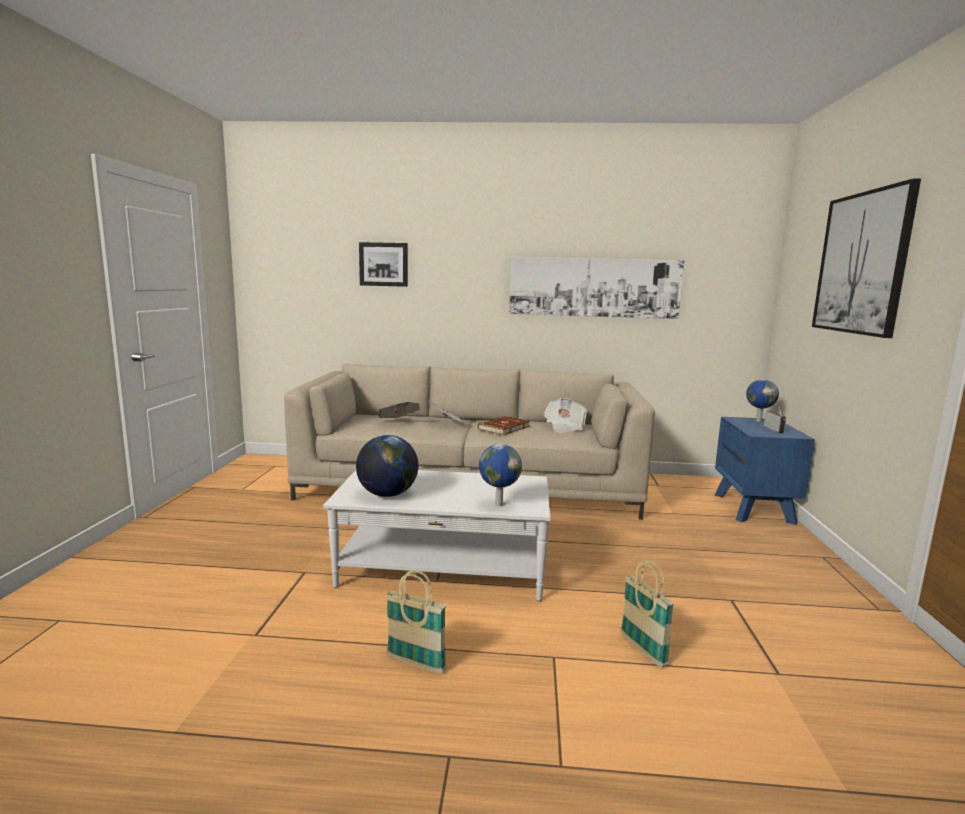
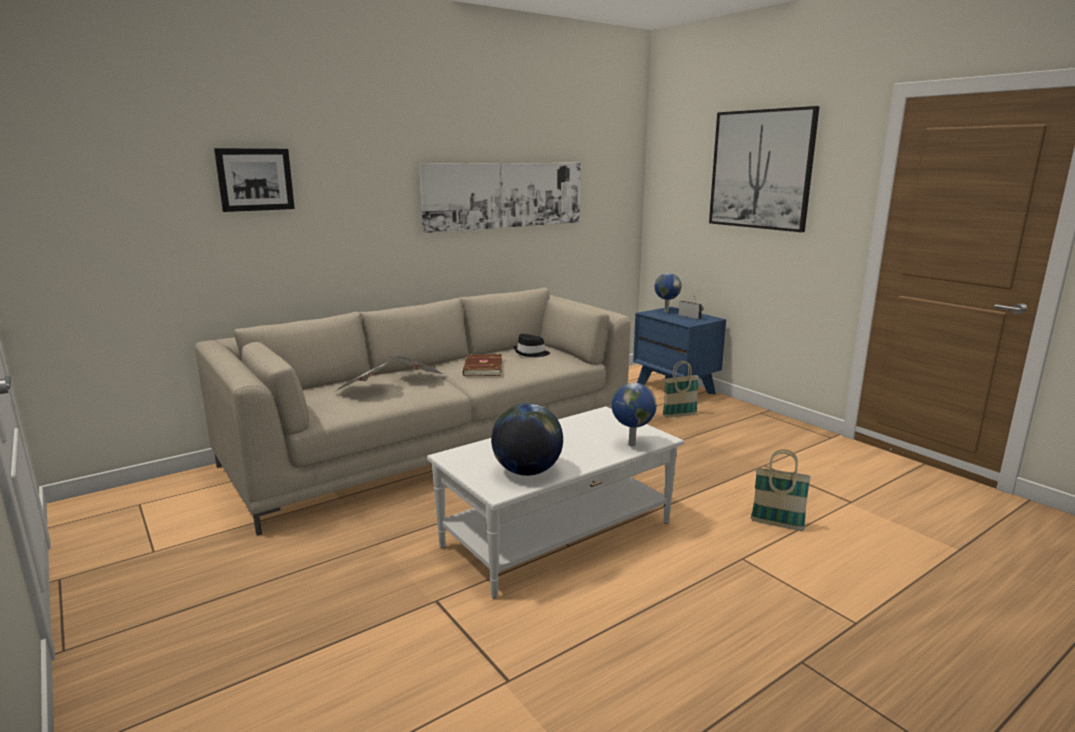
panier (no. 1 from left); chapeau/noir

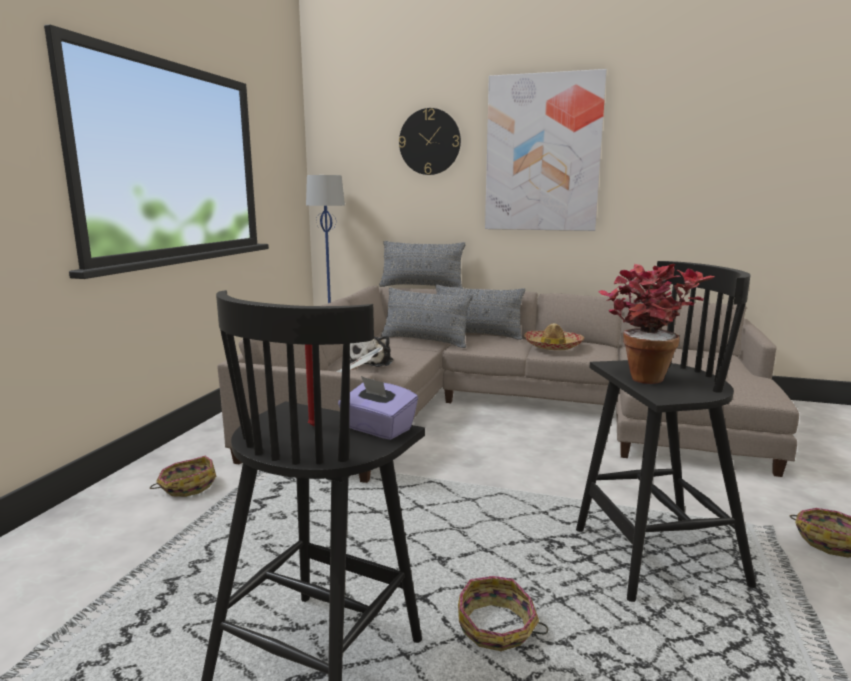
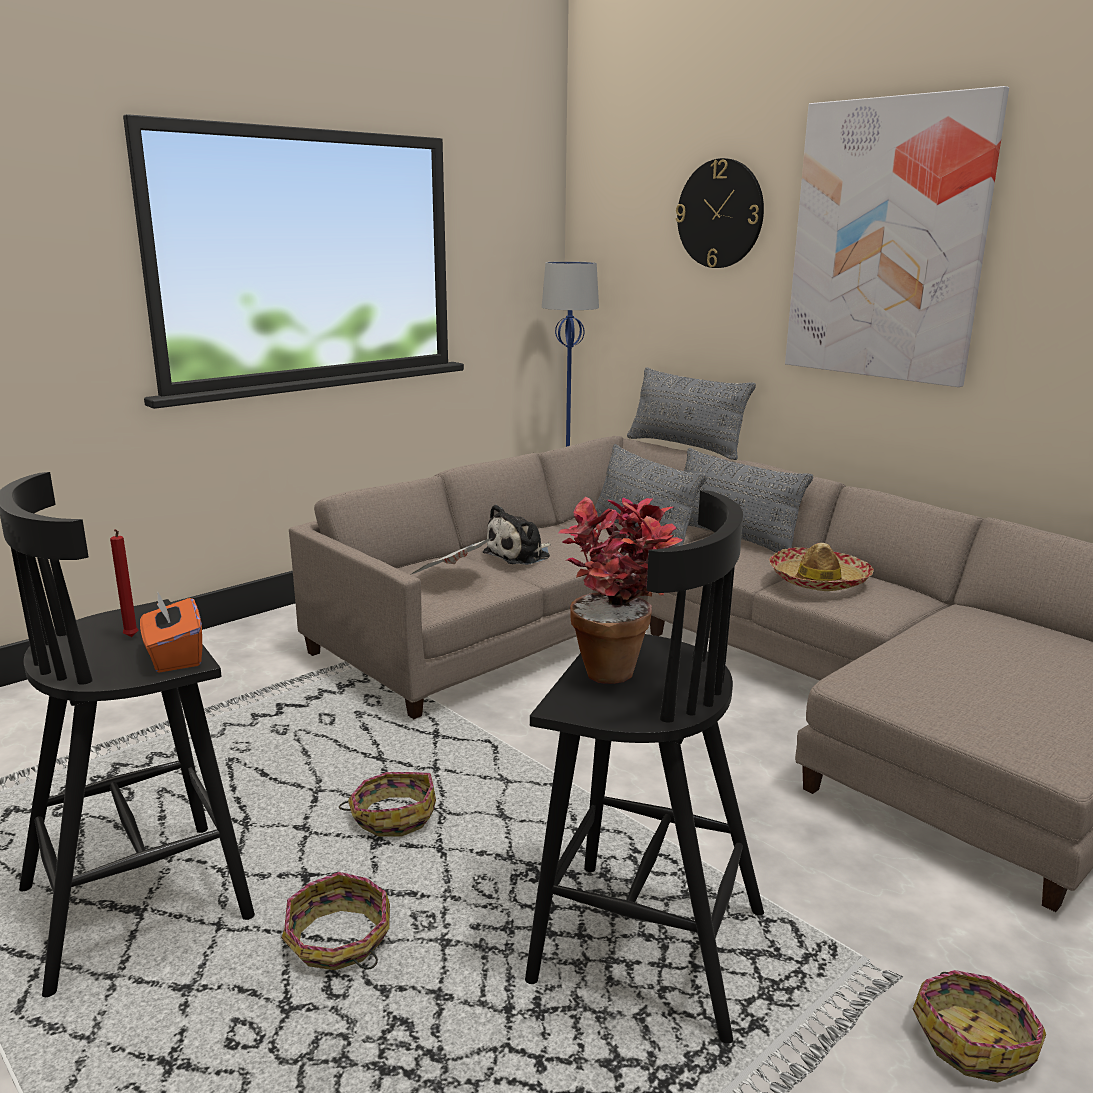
panier (no. 2 from left); boîte à mouchoirs/orange

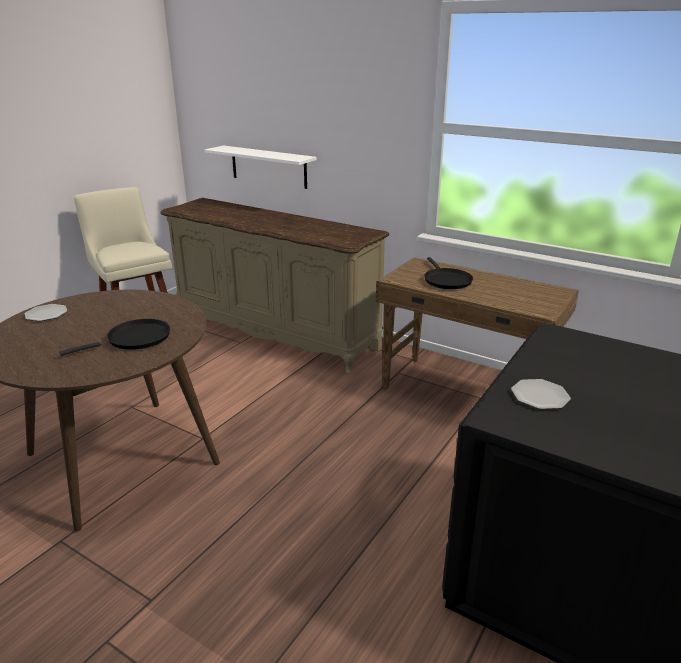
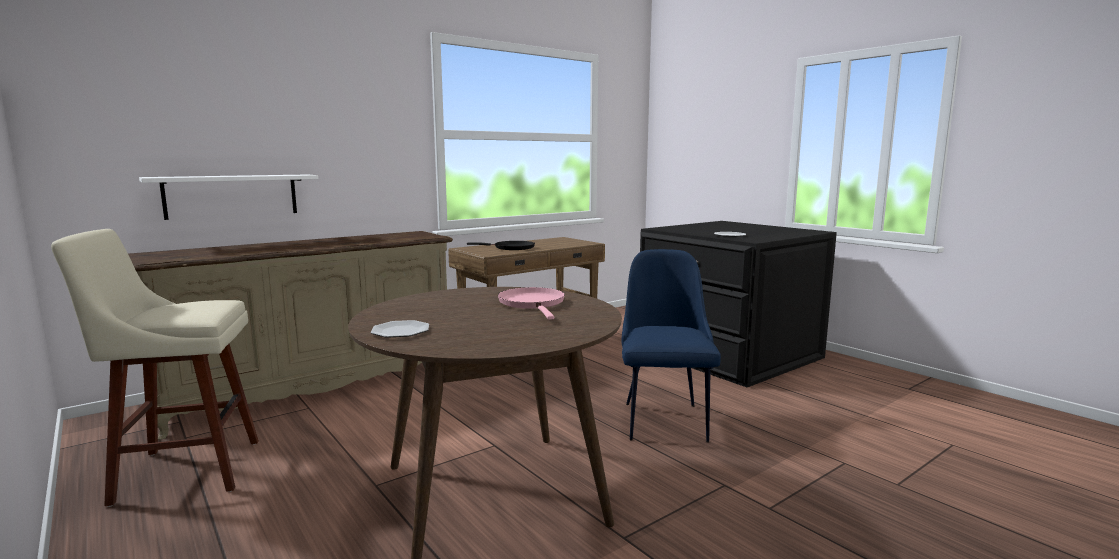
poêle/rose; chaise/bleu

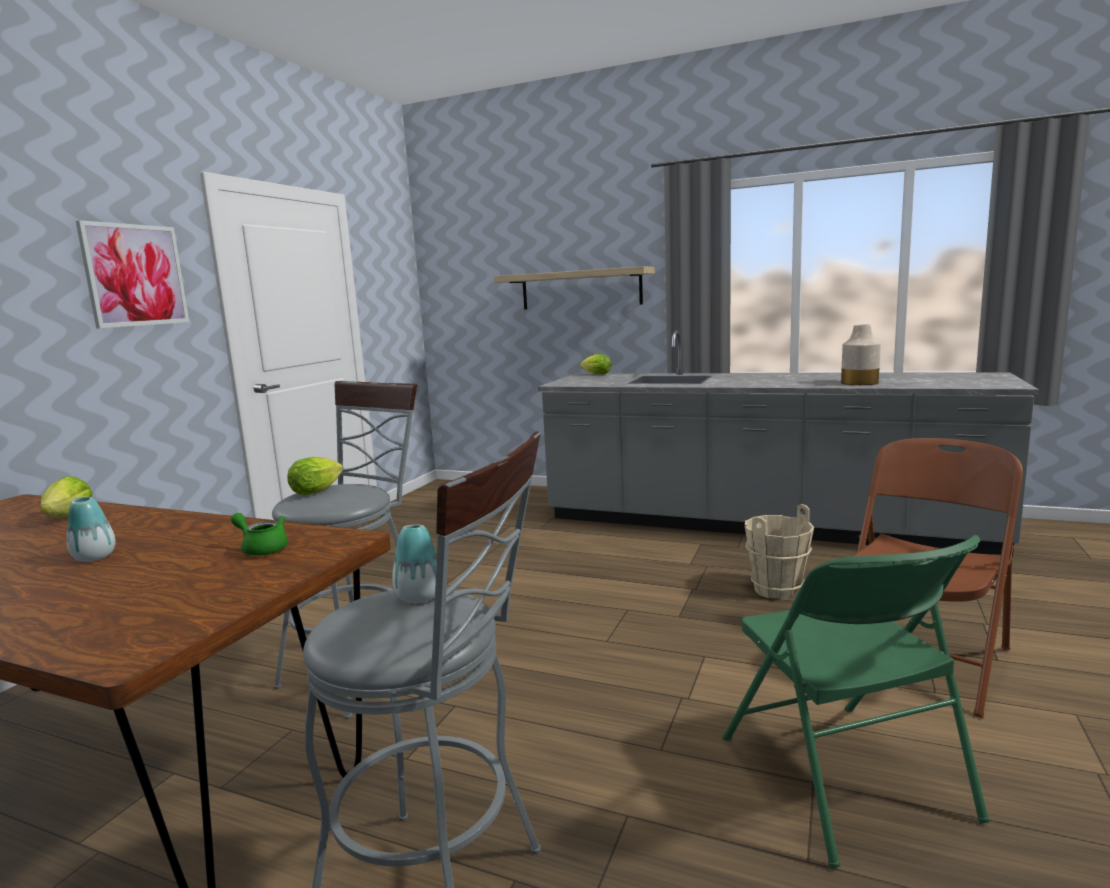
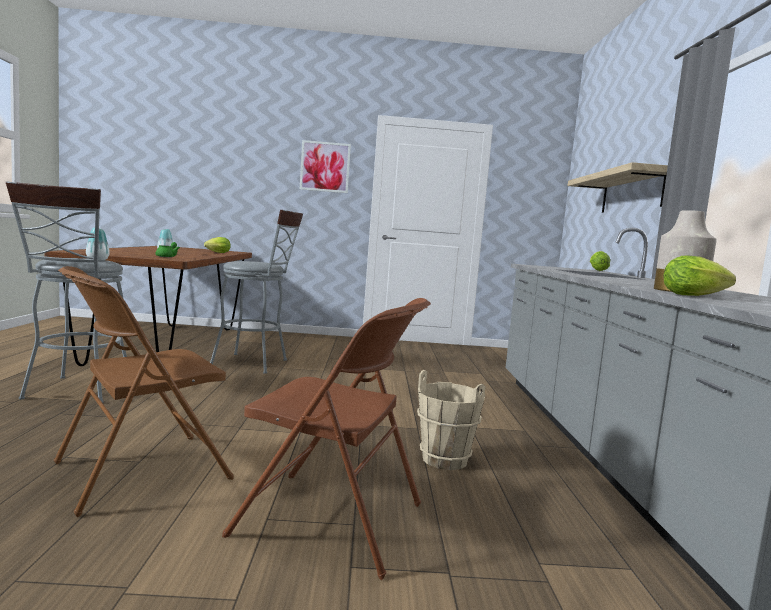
laitue (no. 3 from left); chaise/marron (no. 1 from left)

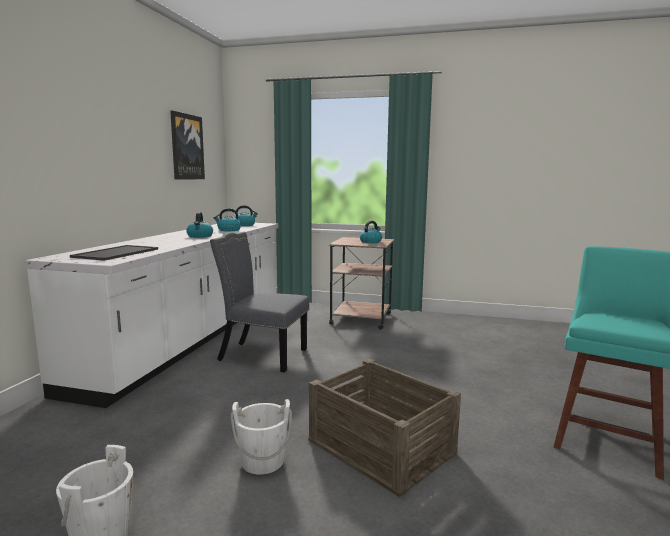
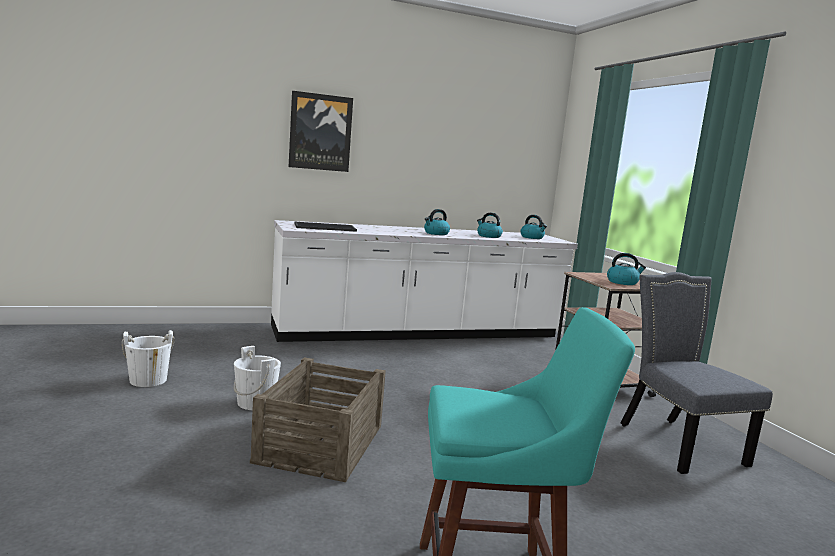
tableau; chaise/gris

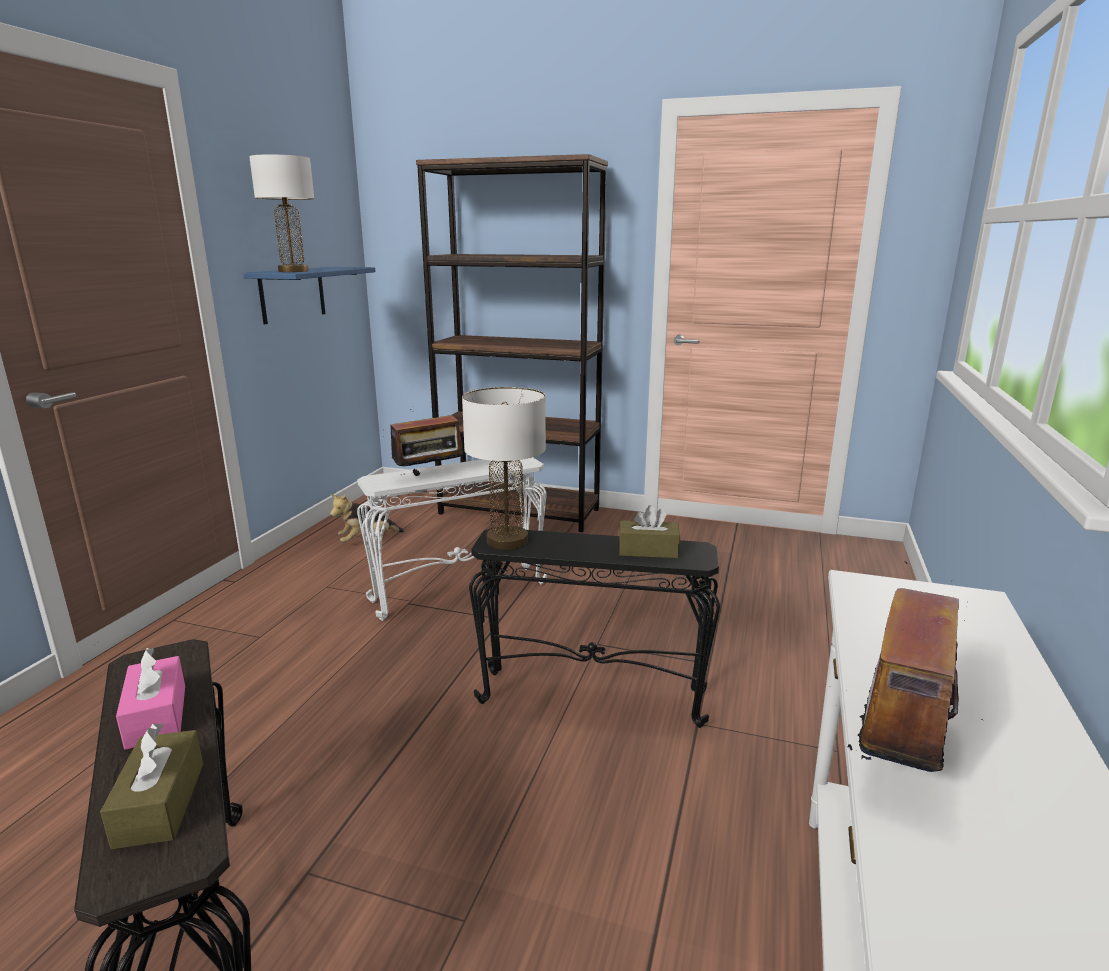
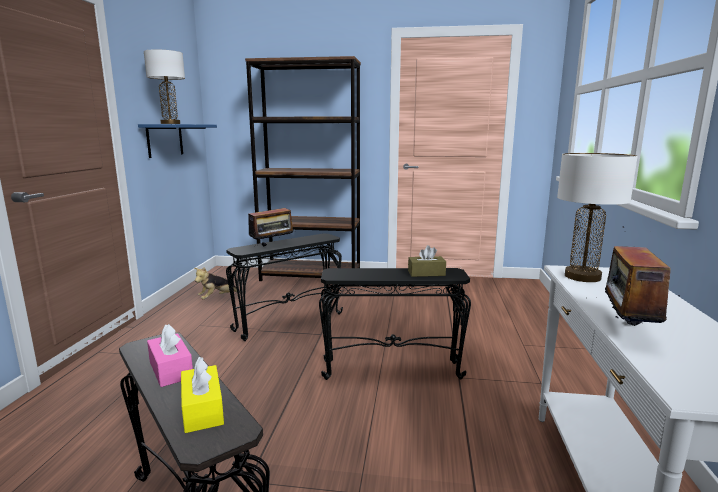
boîte à mouchoirs/jaune; table d'appoint/noir (no. 2 from left); lampe de table (no. 2 from left)

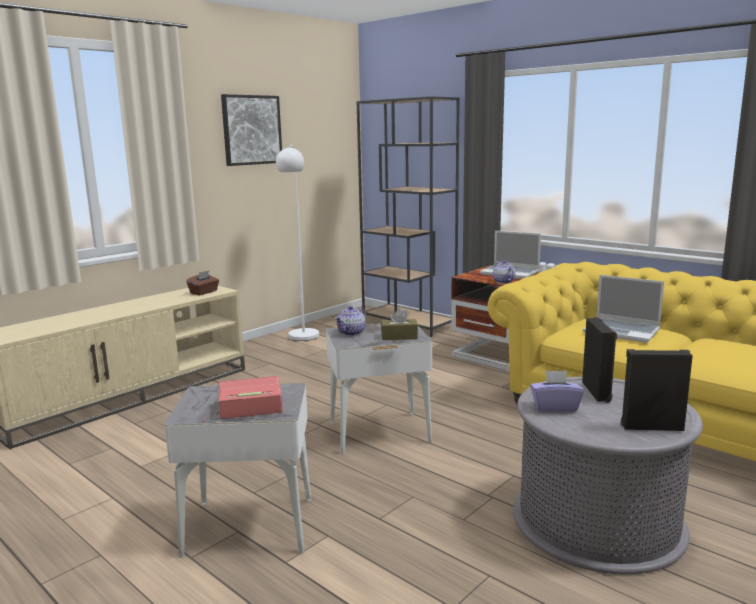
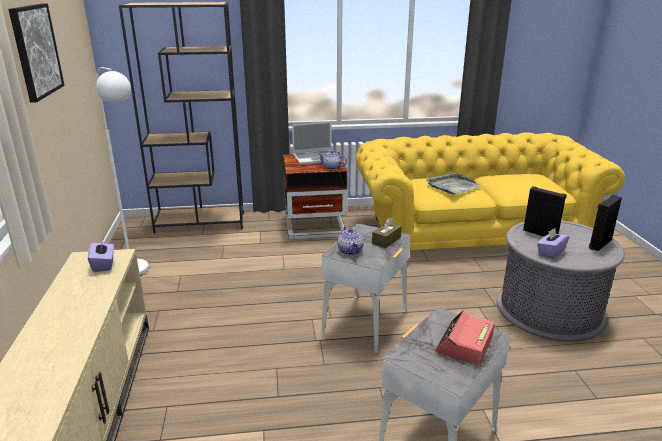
boîte à mouchoirs/violet (no. 1 from left); plateau/gris

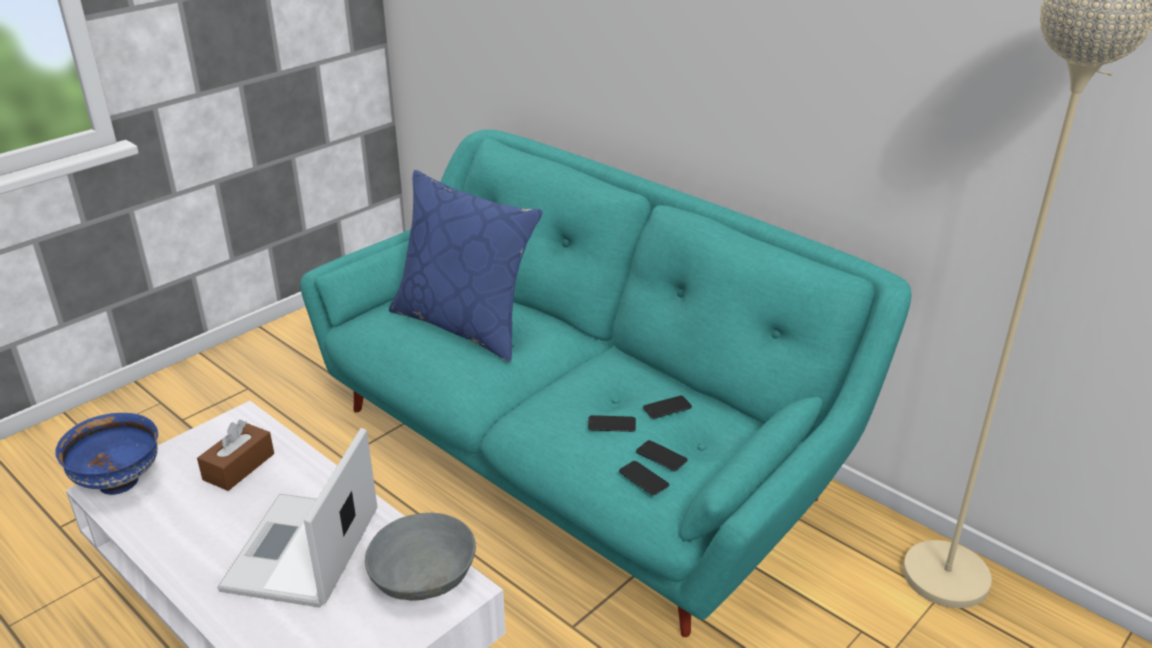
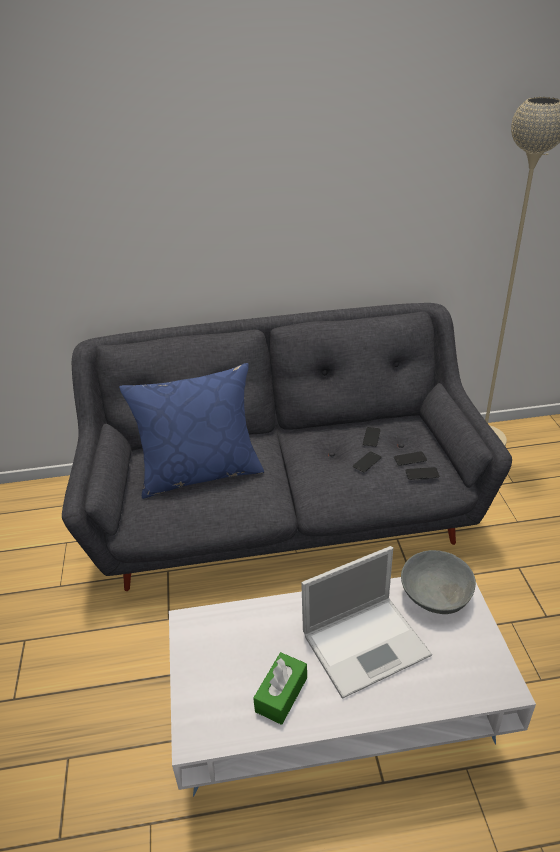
bol/bleu; boîte à mouchoirs/marron; ordinateur portable; canapé/gris; boîte à mouchoirs/vert

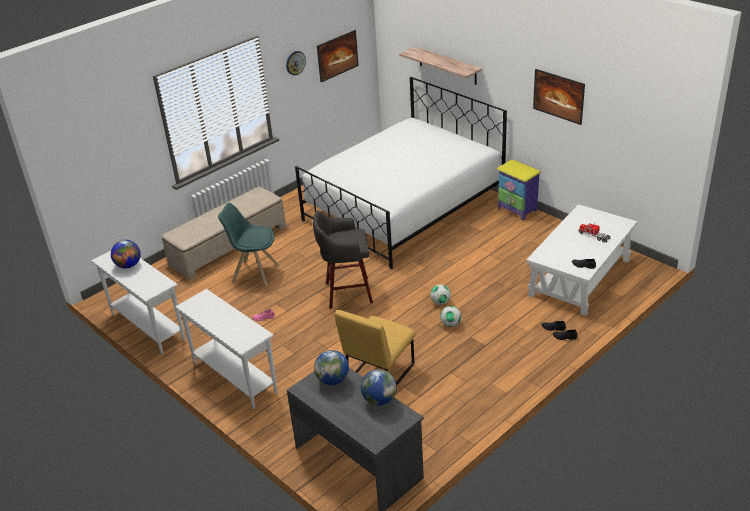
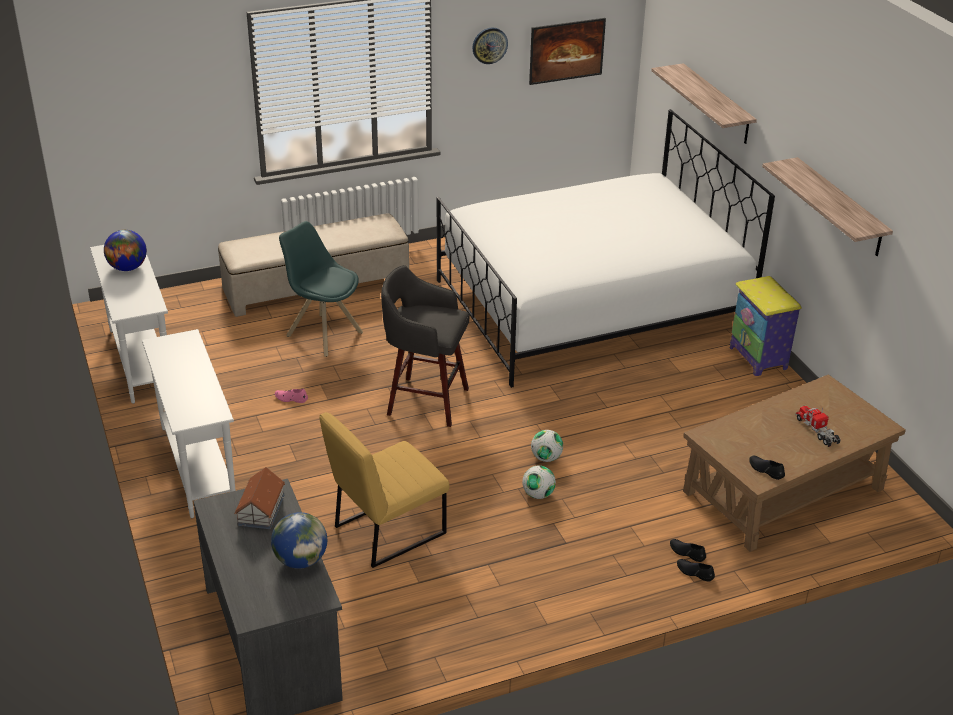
maison miniature; table basse/marron; étagère (no. 2 from left)

